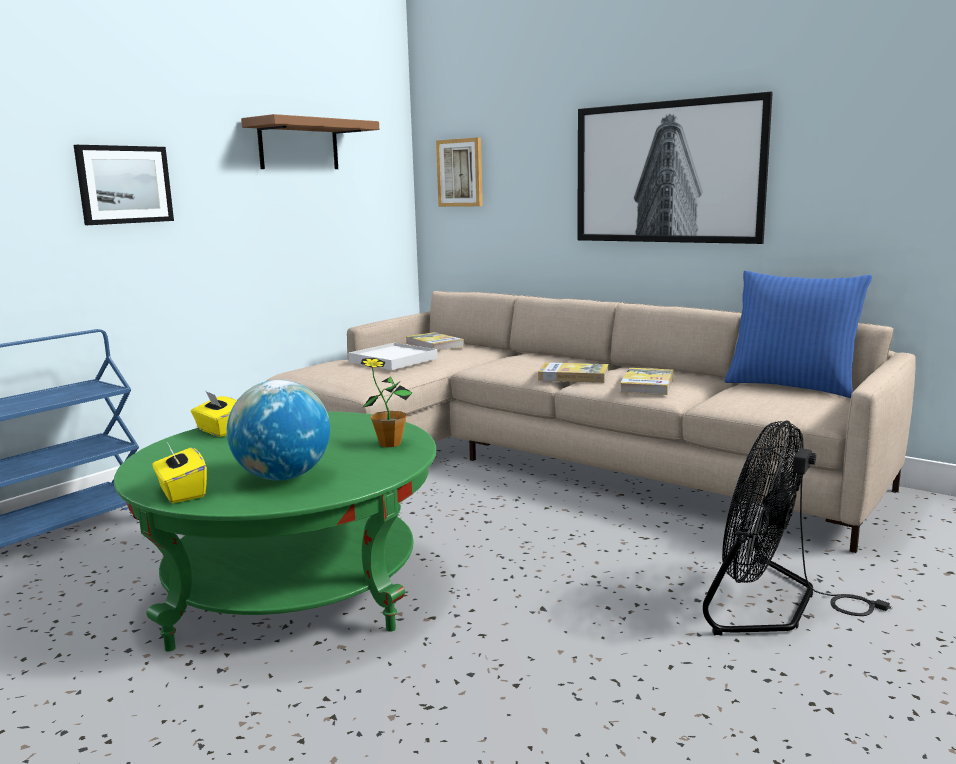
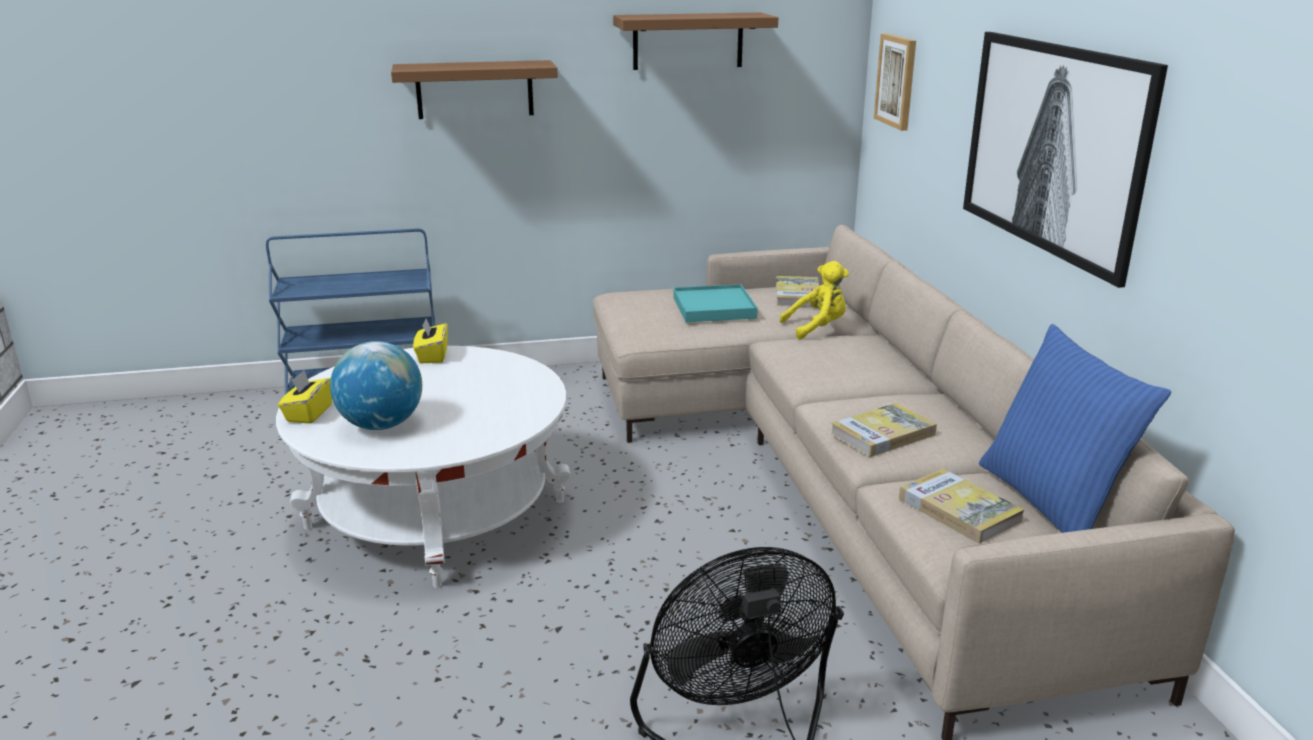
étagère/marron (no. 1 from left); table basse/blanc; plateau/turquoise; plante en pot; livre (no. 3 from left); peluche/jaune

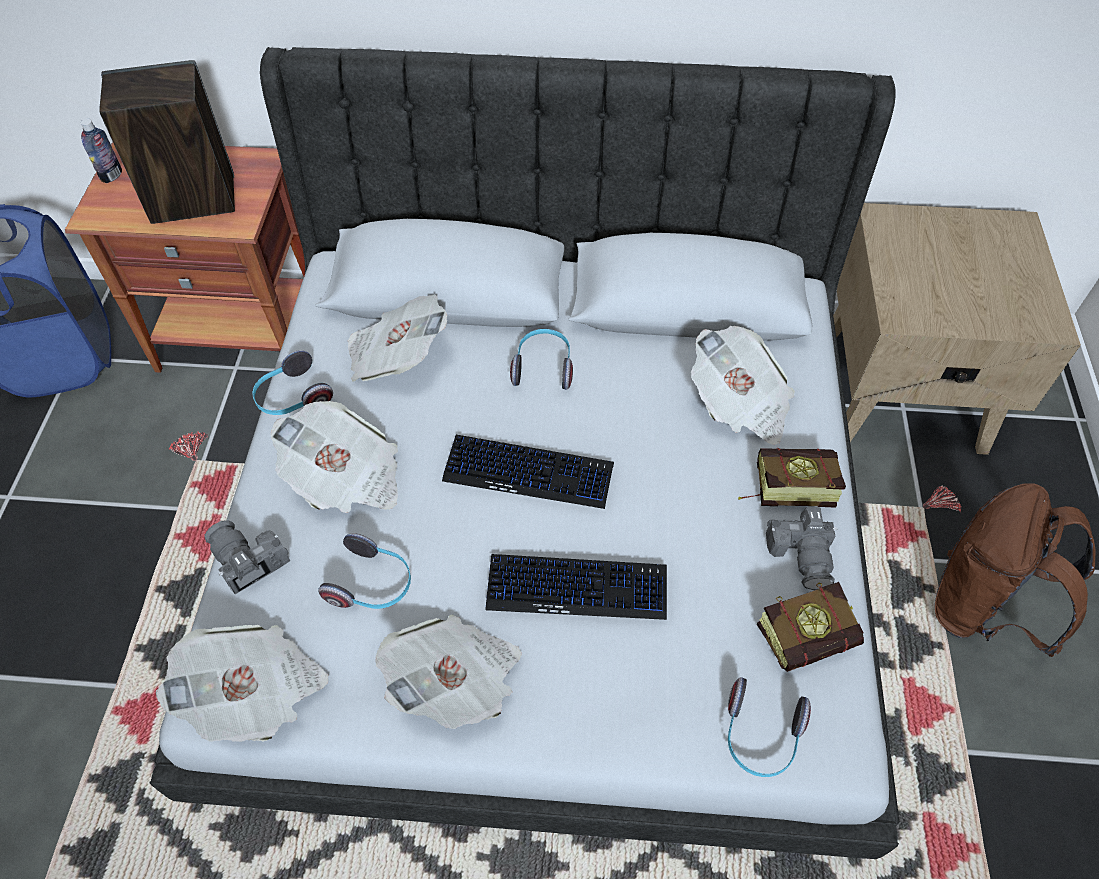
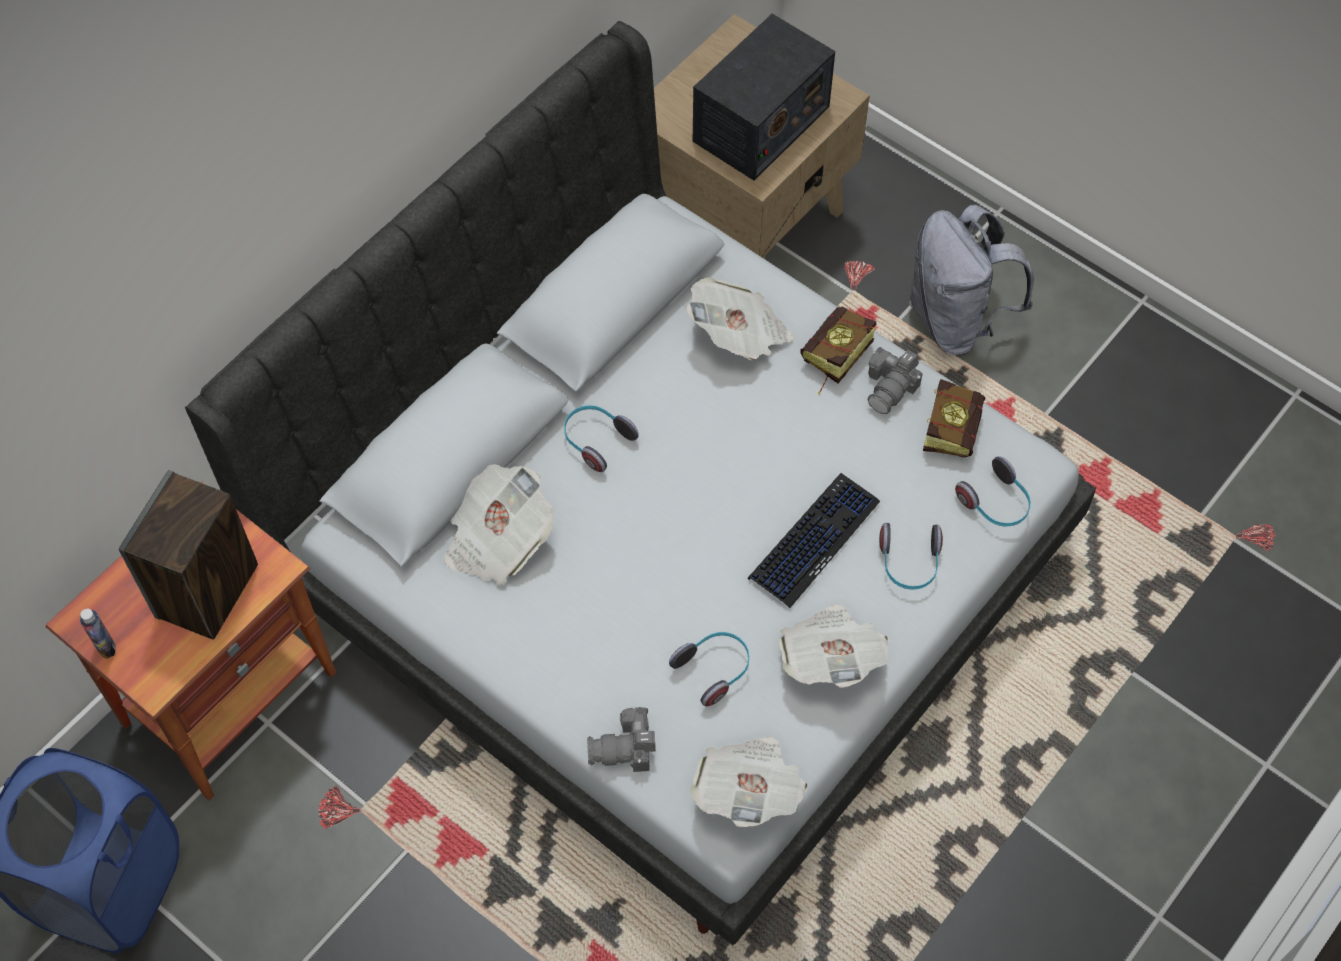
casque audio (no. 3 from left); journal (no. 2 from left in the first image); clavier (no. 1 from left in the first image); appareil photo (no. 2 from left); sac à dos/gris; radio

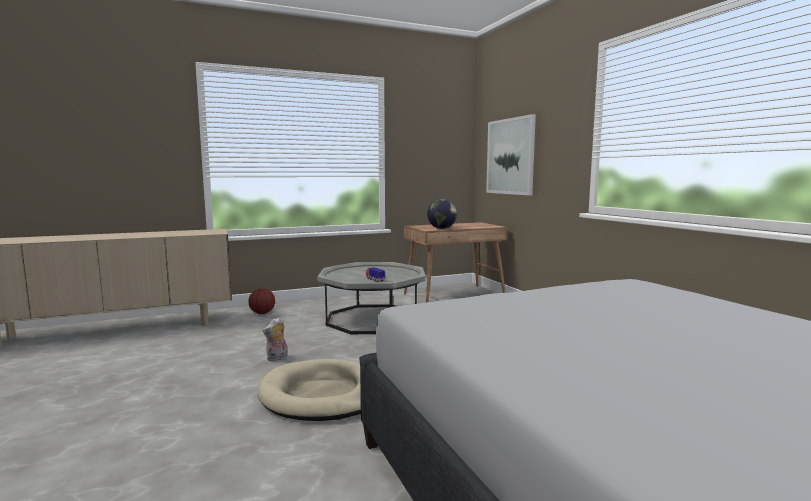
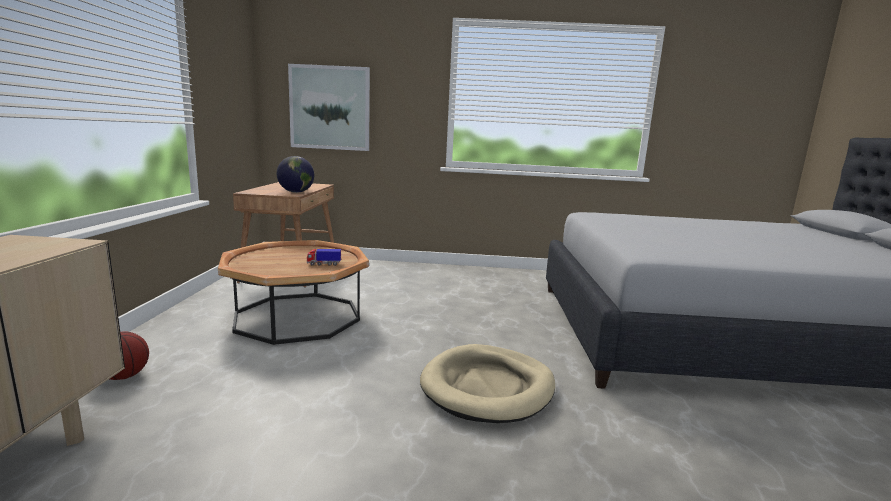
peluche; table basse/marron

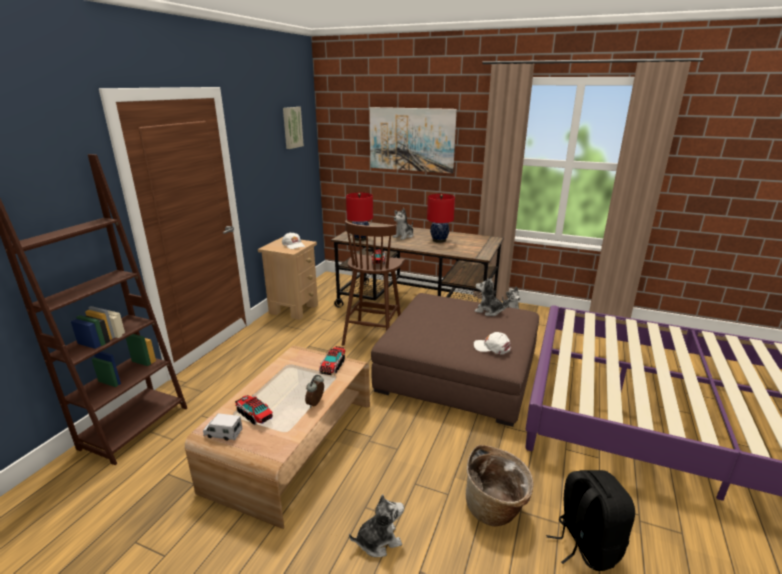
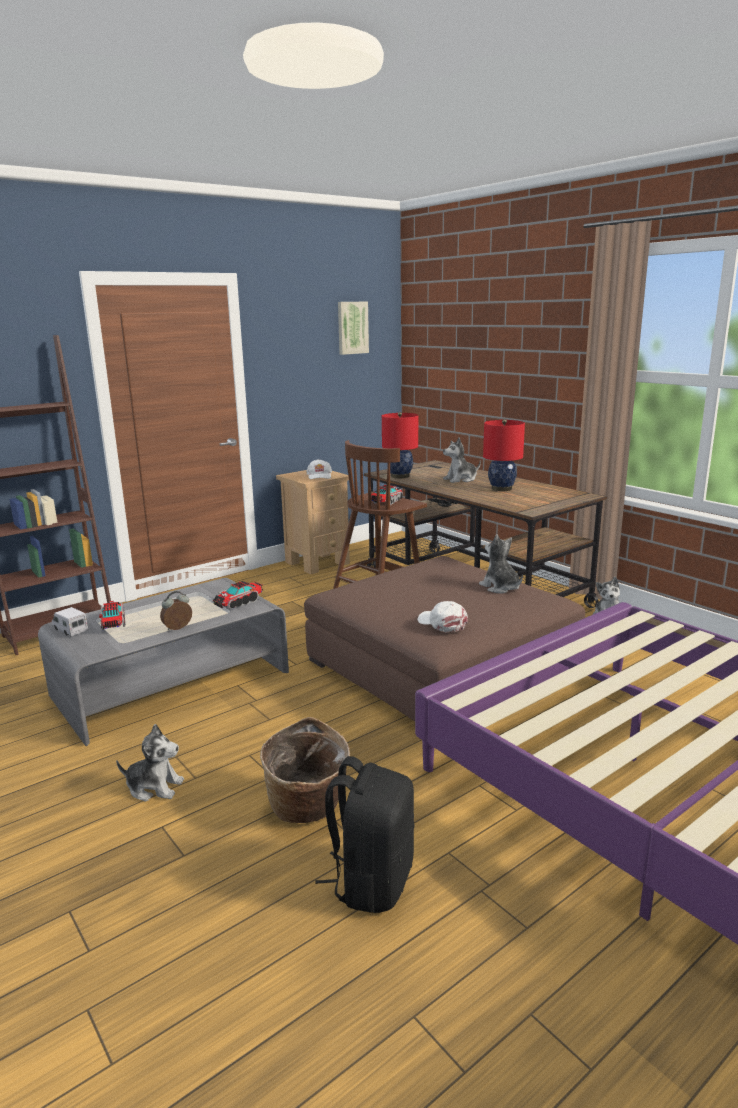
table basse/gris; tableau (no. 2 from left in the first image)

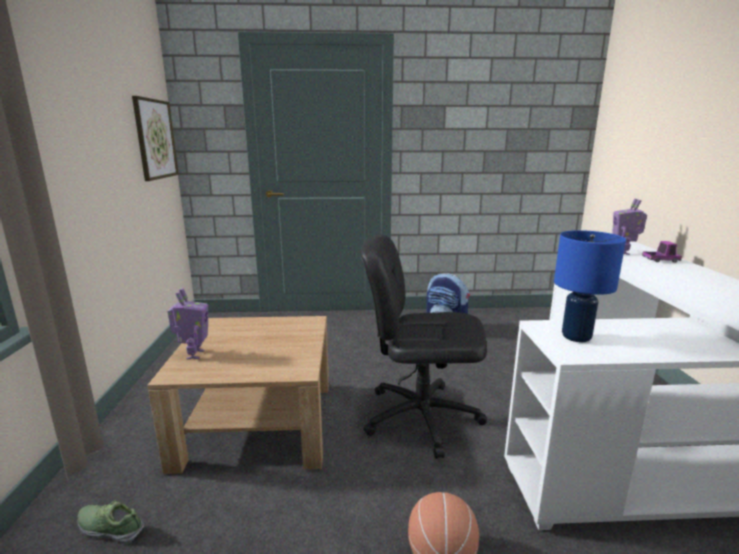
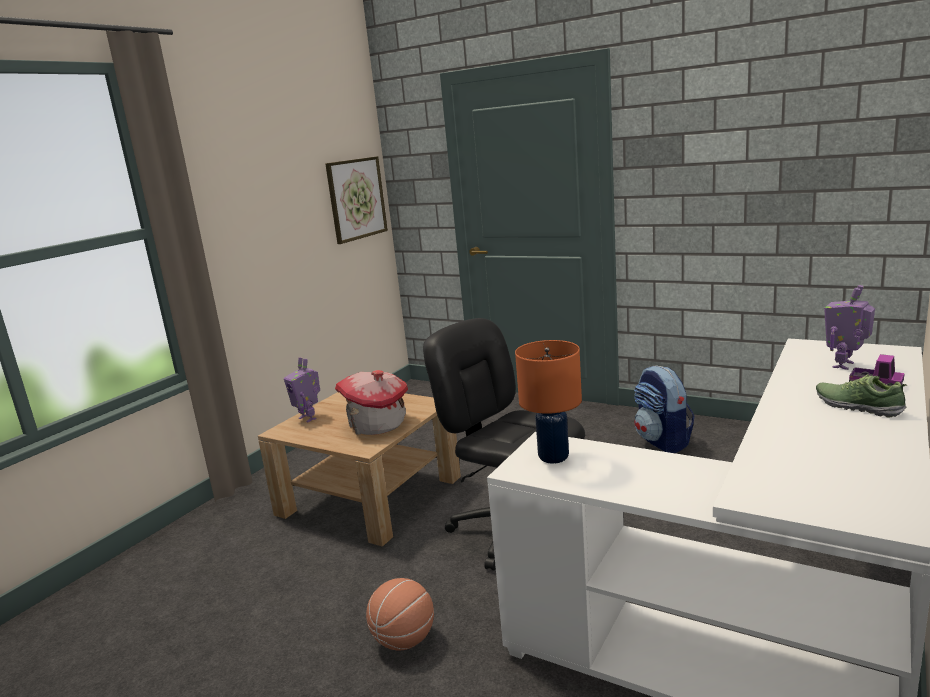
chaussure; robot jouet (no. 1 from left); lampe de table/orange; maison miniature

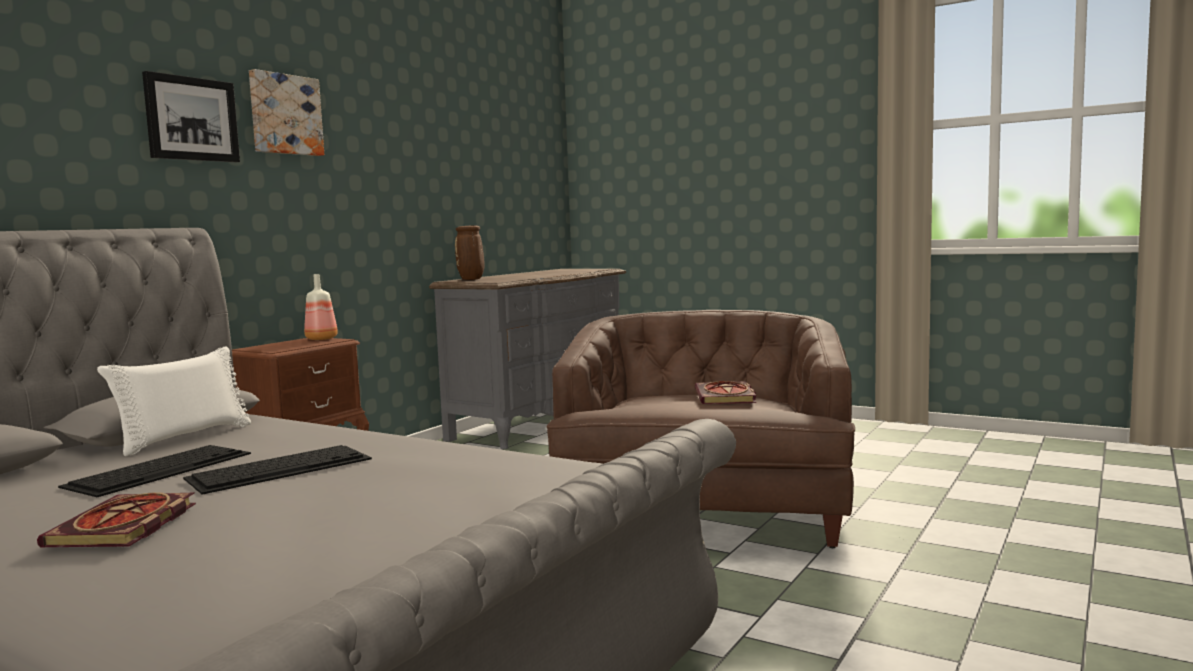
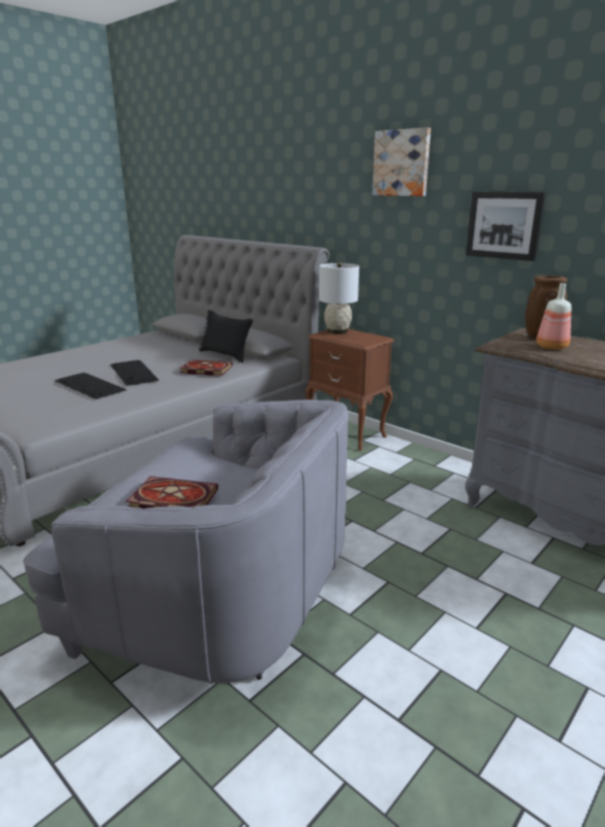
livre (no. 2 from left); clavier (no. 1 from left); coussin/noir; tableau (no. 2 from left); bouteille; fauteuil/gris; lampe de table/blanc

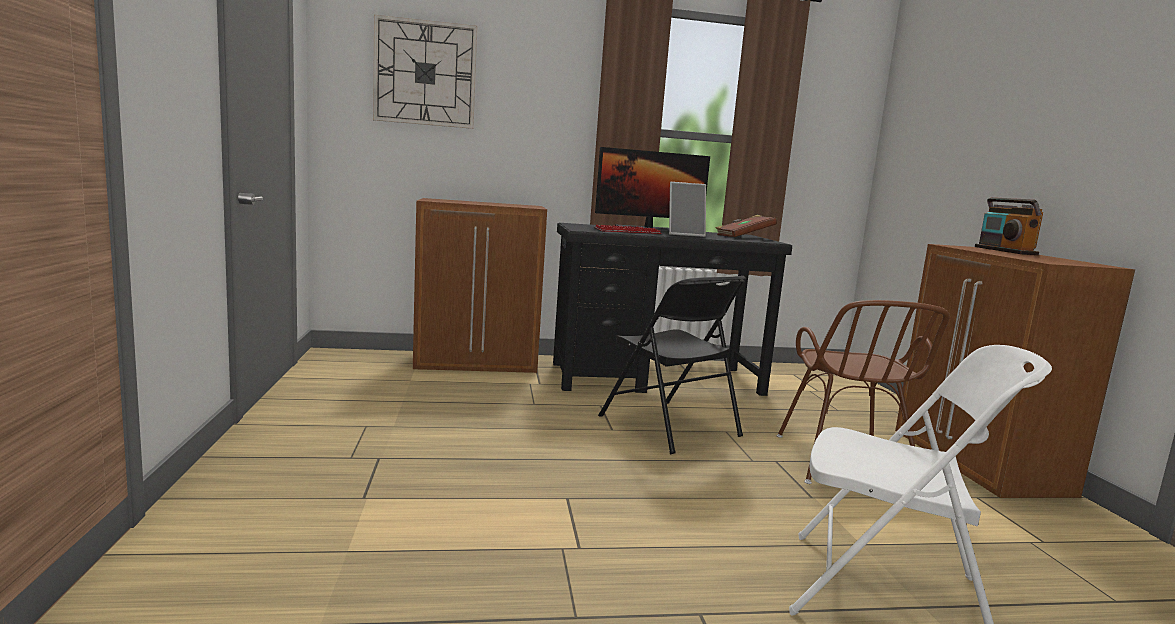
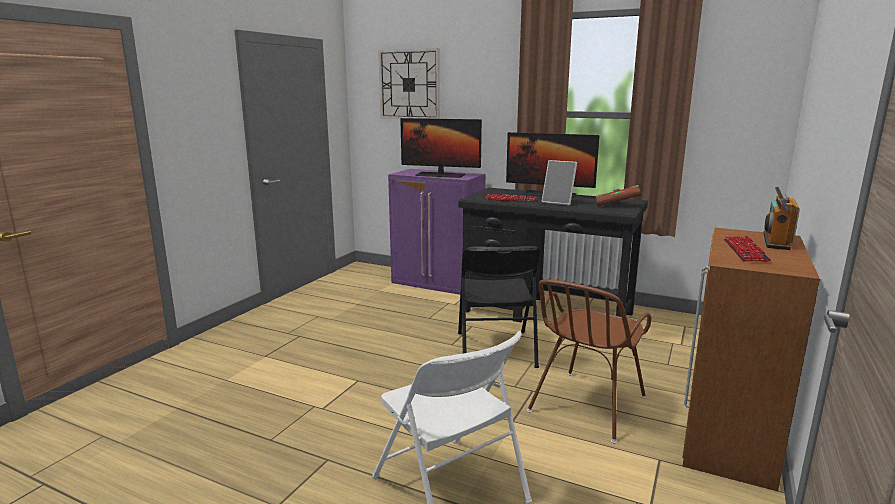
meuble de rangement/violet; écran d'ordinateur (no. 1 from left); clavier (no. 2 from left)

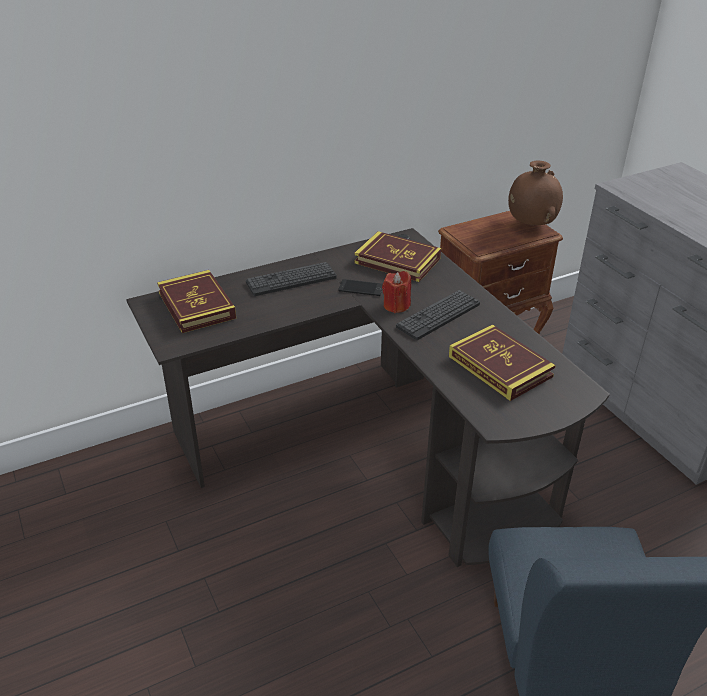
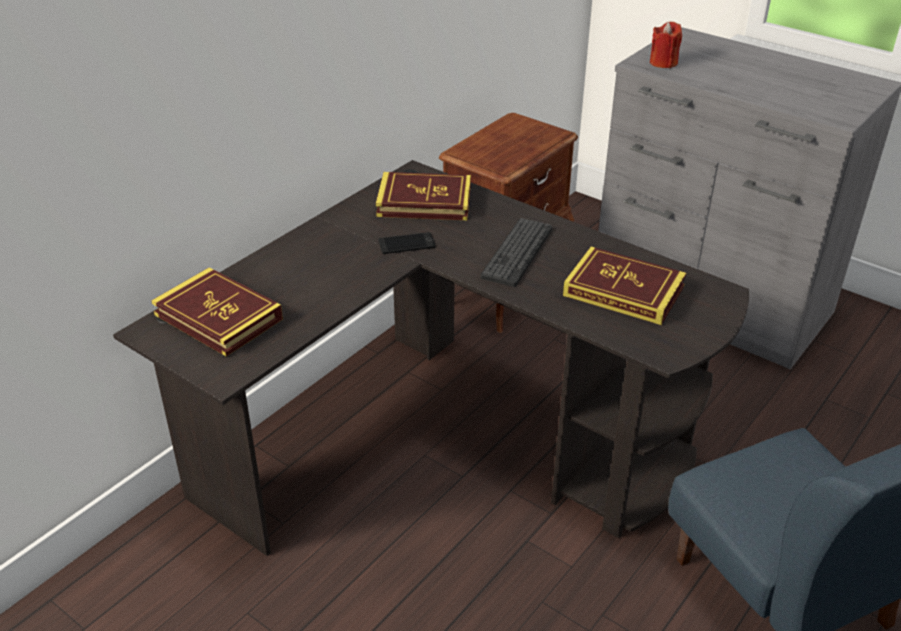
clavier (no. 1 from left in the first image); bougie/rouge; vase/marron

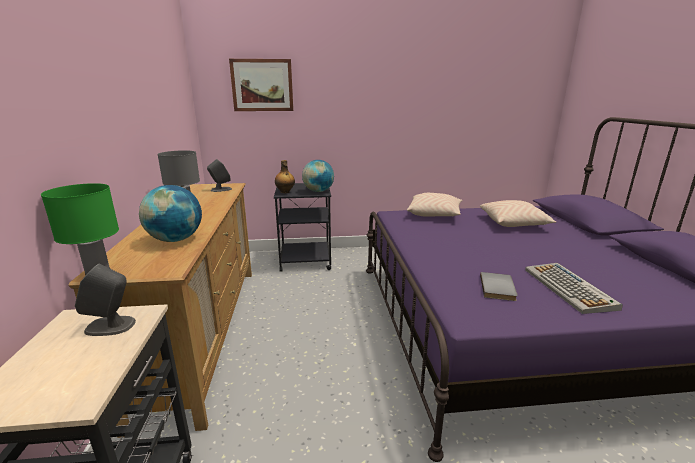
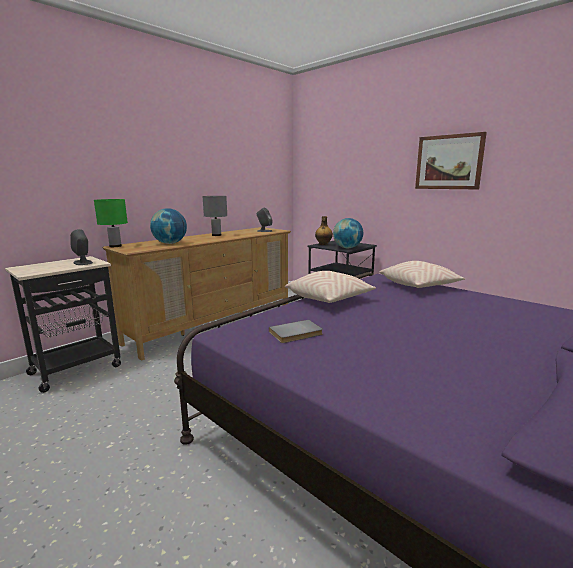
tableau; coussin/beige (no. 1 from left); clavier

